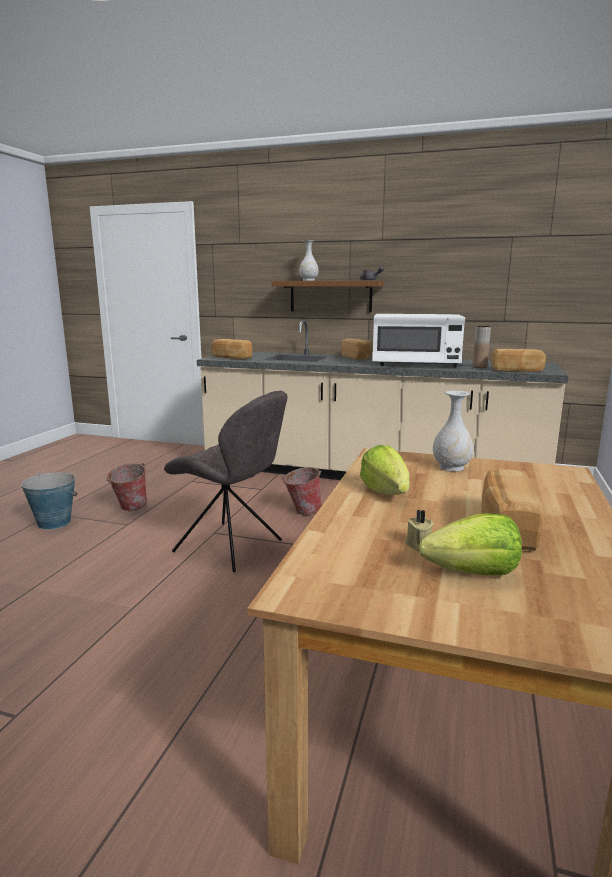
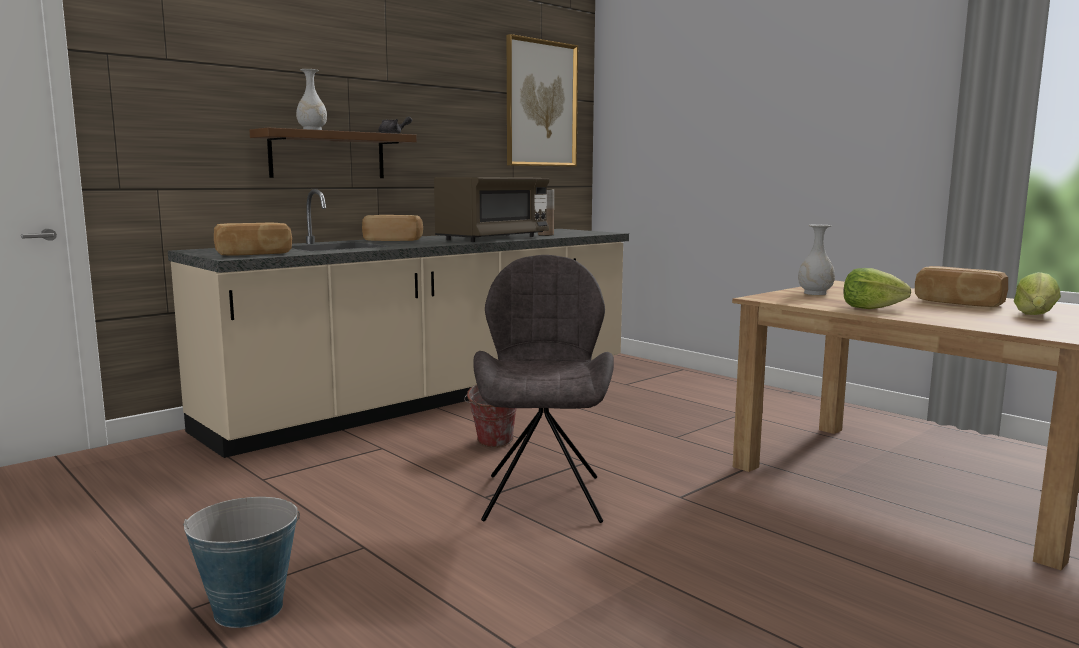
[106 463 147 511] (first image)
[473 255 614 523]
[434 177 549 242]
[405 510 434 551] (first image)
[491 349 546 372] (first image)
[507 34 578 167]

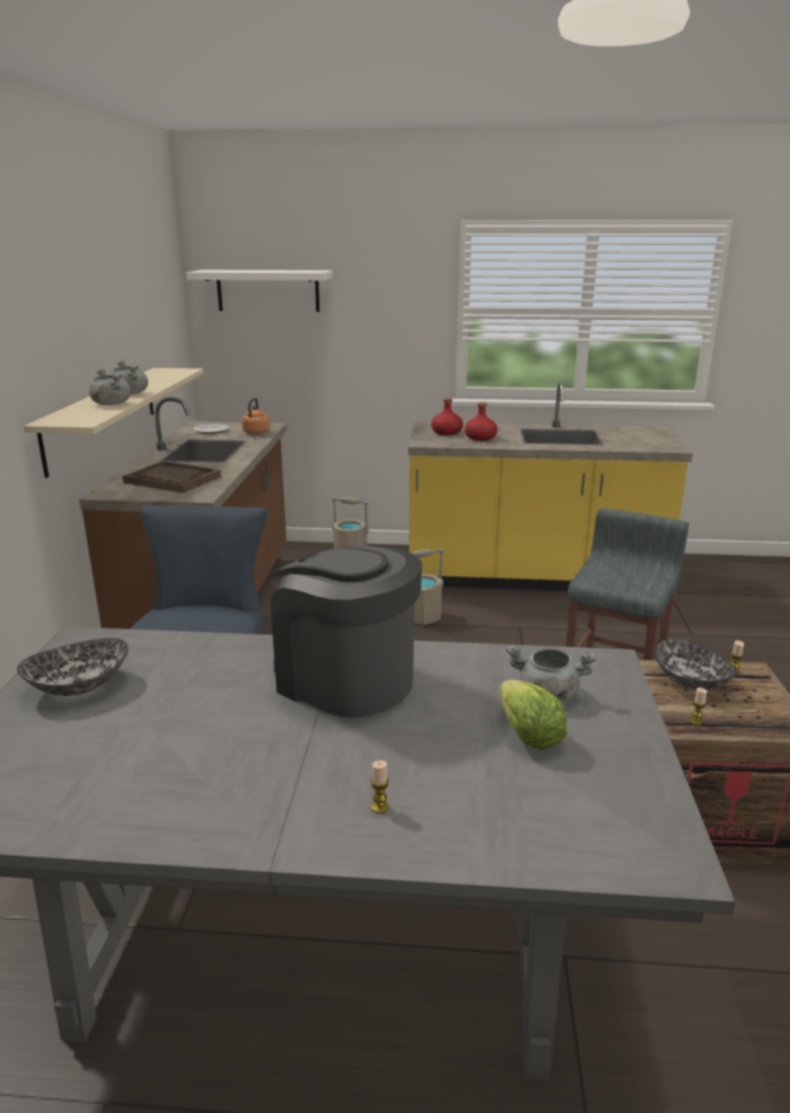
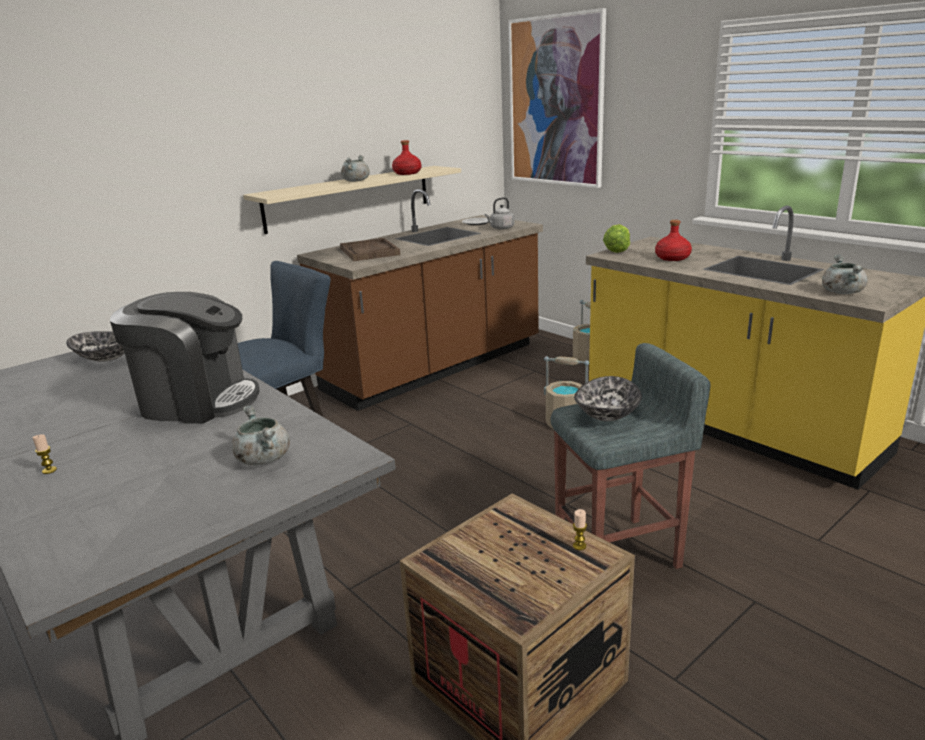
[822 255 867 294]
[508 8 606 188]
[485 197 515 230]
[110 292 260 424]
[392 140 421 175]
[603 224 630 253]
[574 376 642 421]
[690 687 707 725] (first image)

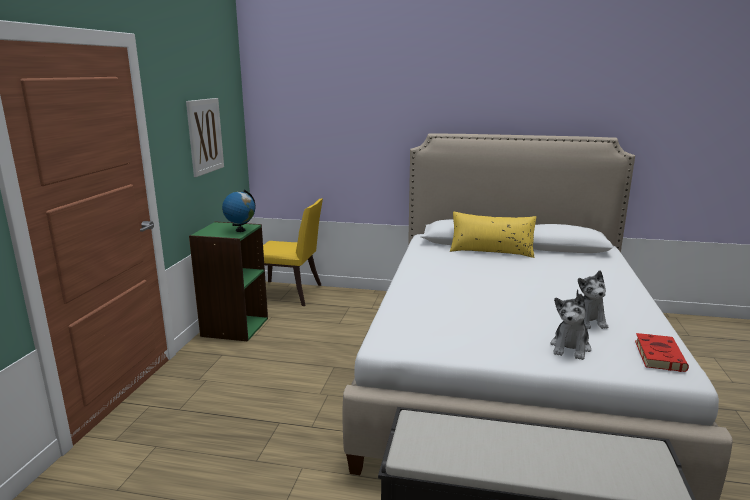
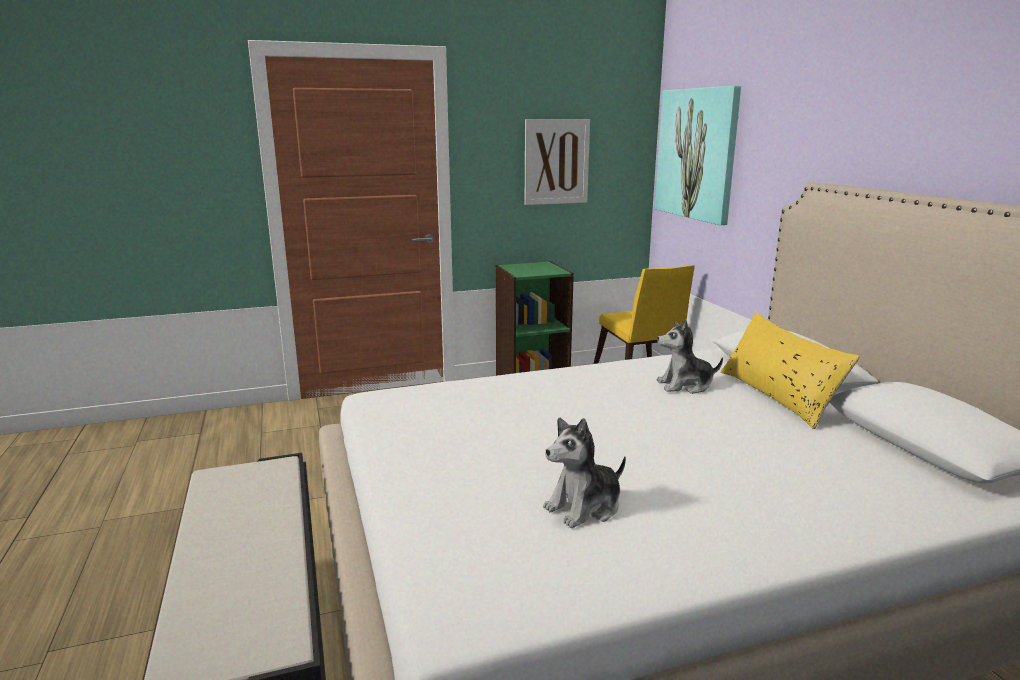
[222 190 256 232] (first image)
[657 319 723 394]
[635 333 689 372] (first image)
[655 85 741 225]

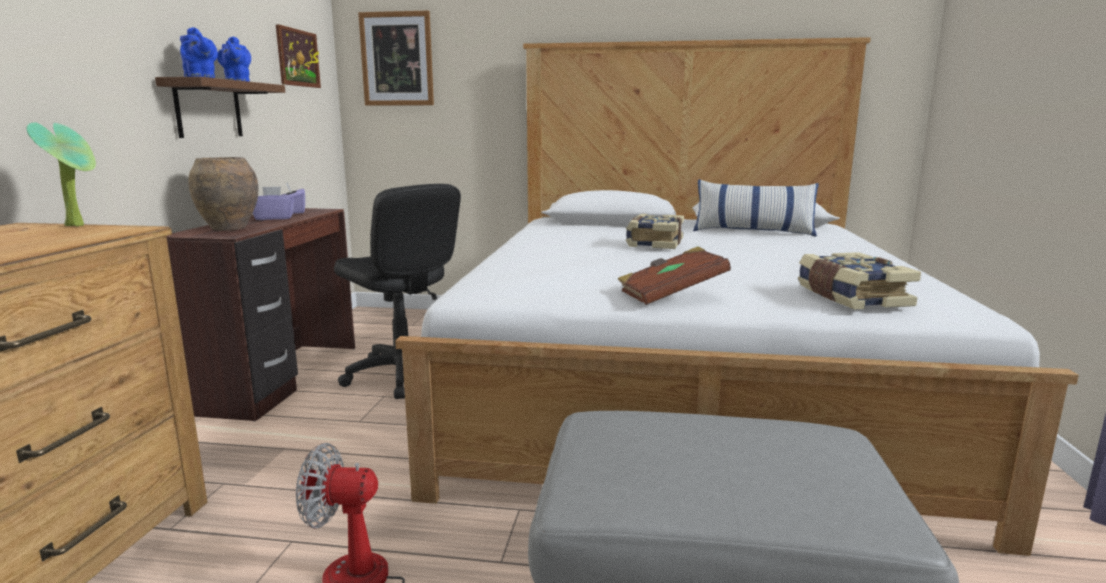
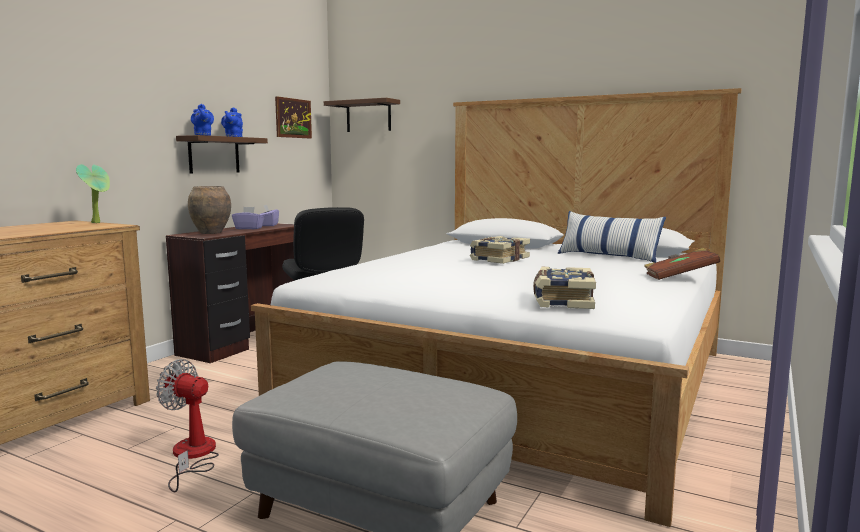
[324 98 400 132]
[644 248 720 280]

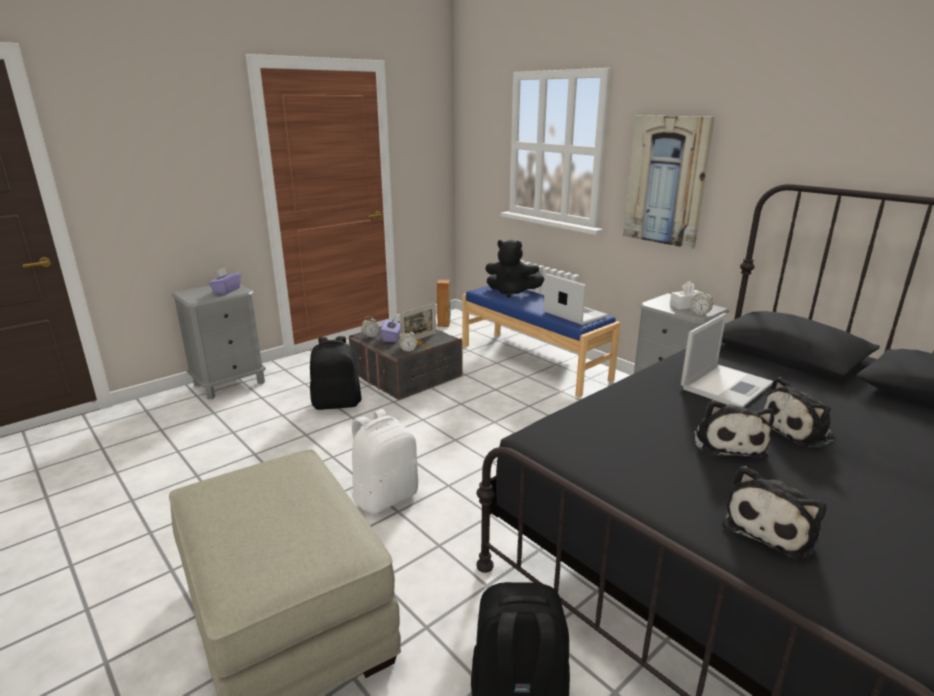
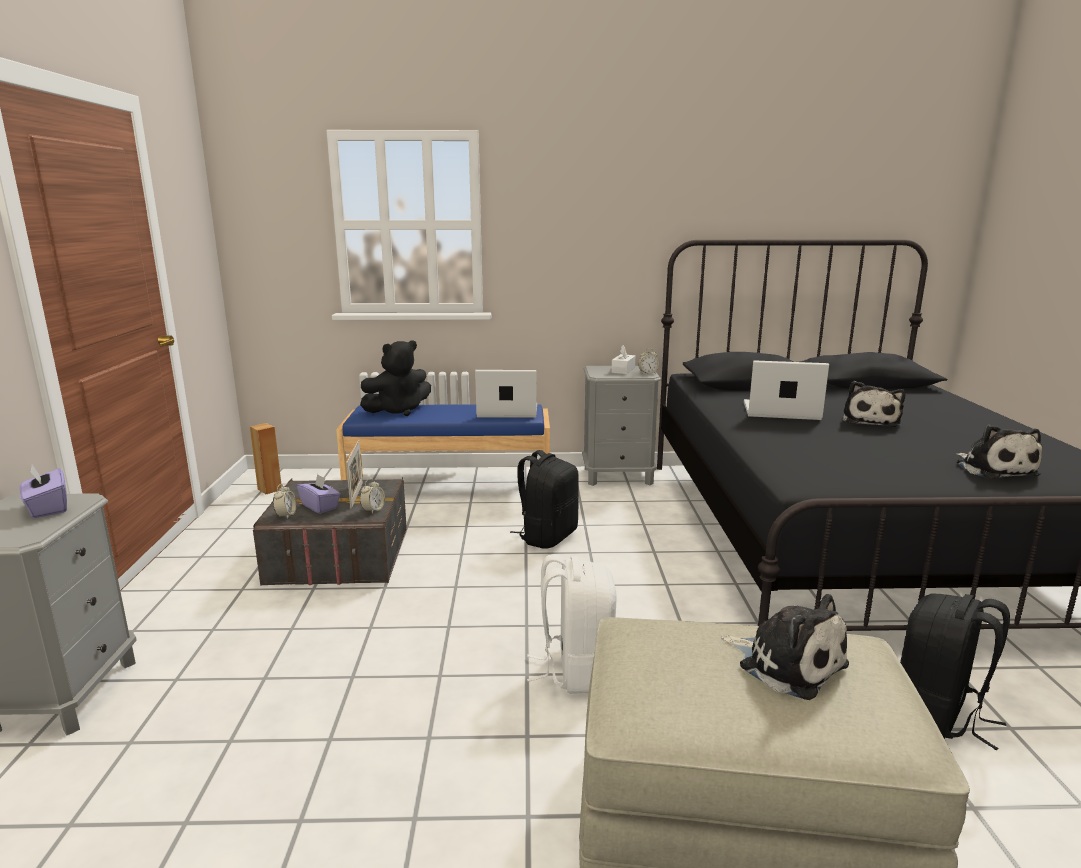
[510 450 579 549]
[623 115 715 249] (first image)
[744 360 829 420]
[721 594 849 700]

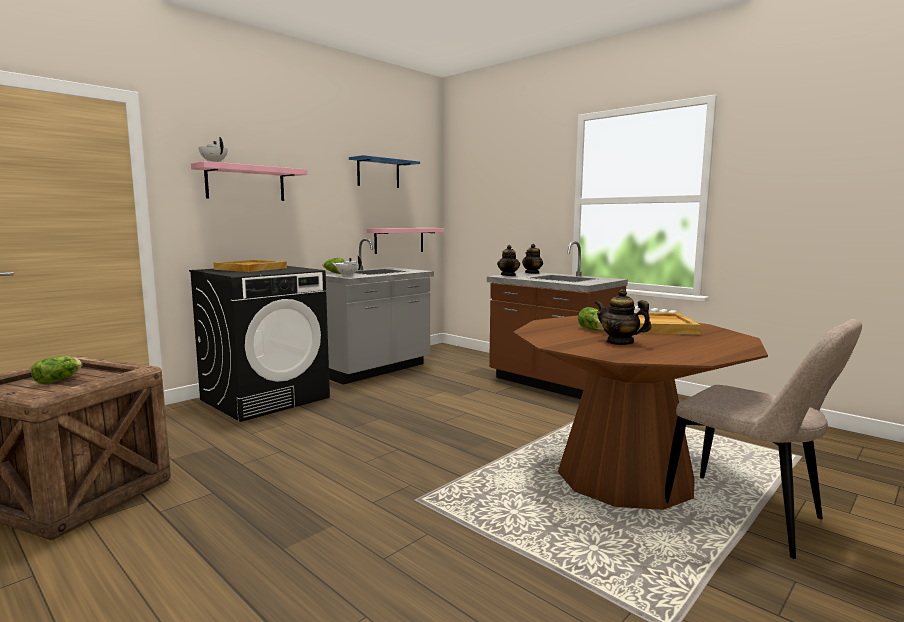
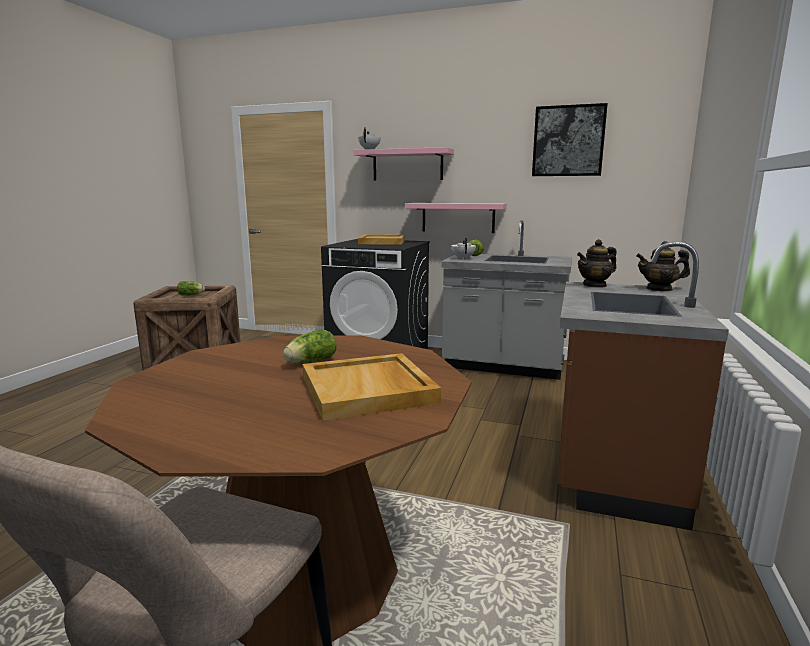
[532 103 608 176]
[405 203 507 233]
[595 289 651 345] (first image)

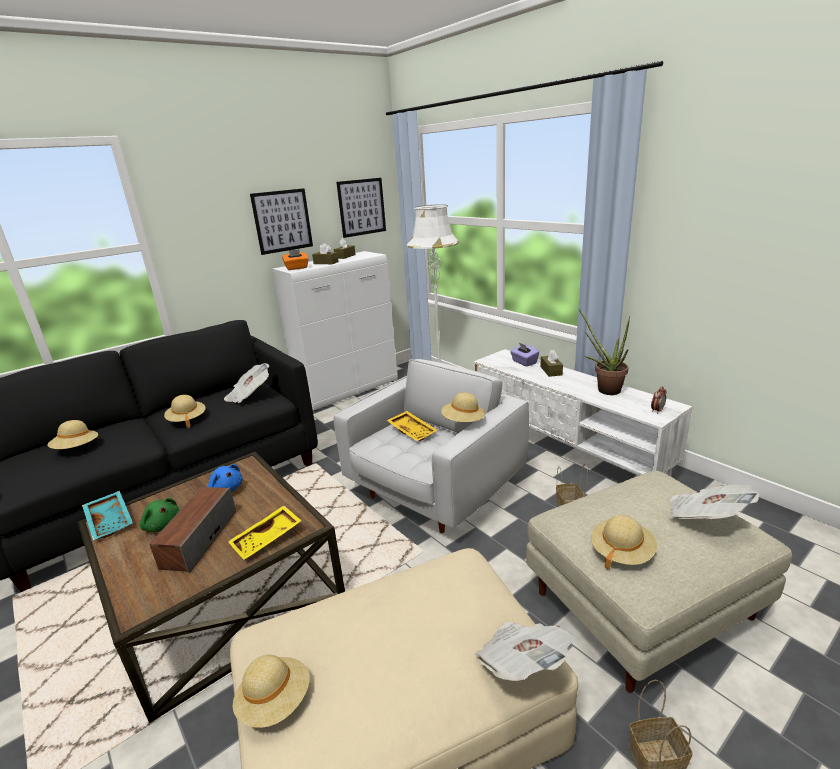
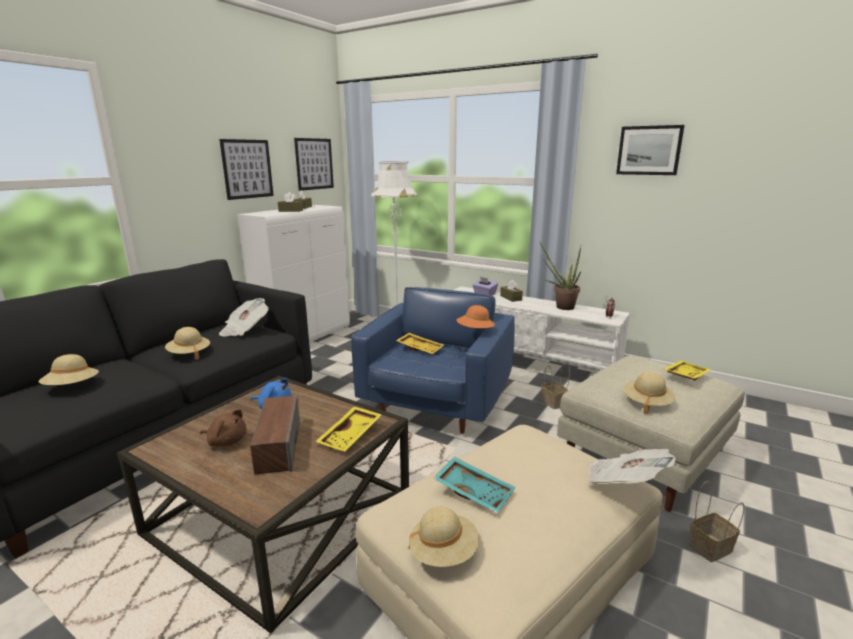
[433 457 516 513]
[200 409 246 446]
[282 249 309 270] (first image)
[351 287 515 434]
[456 305 495 328]
[663 360 711 381]
[616 125 684 175]

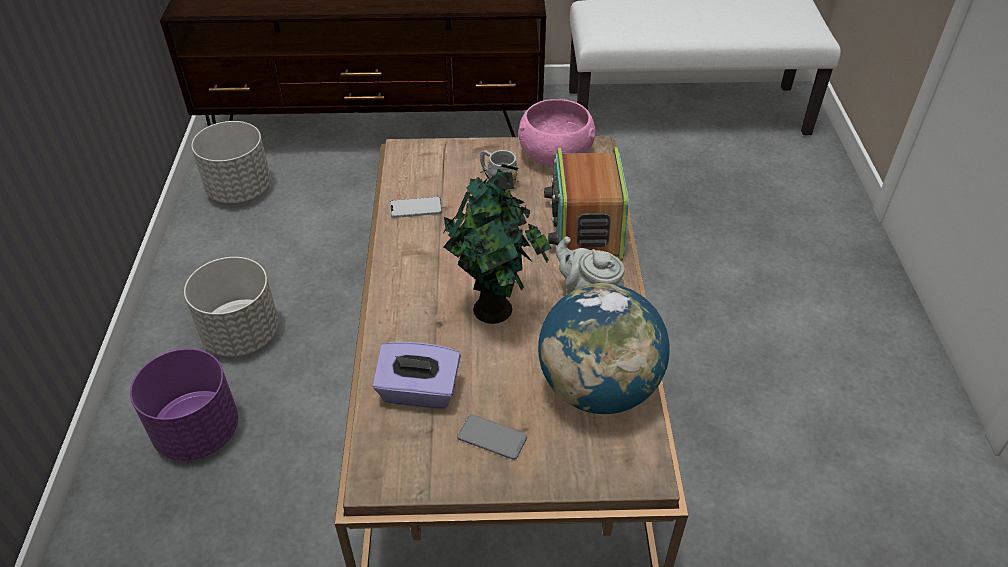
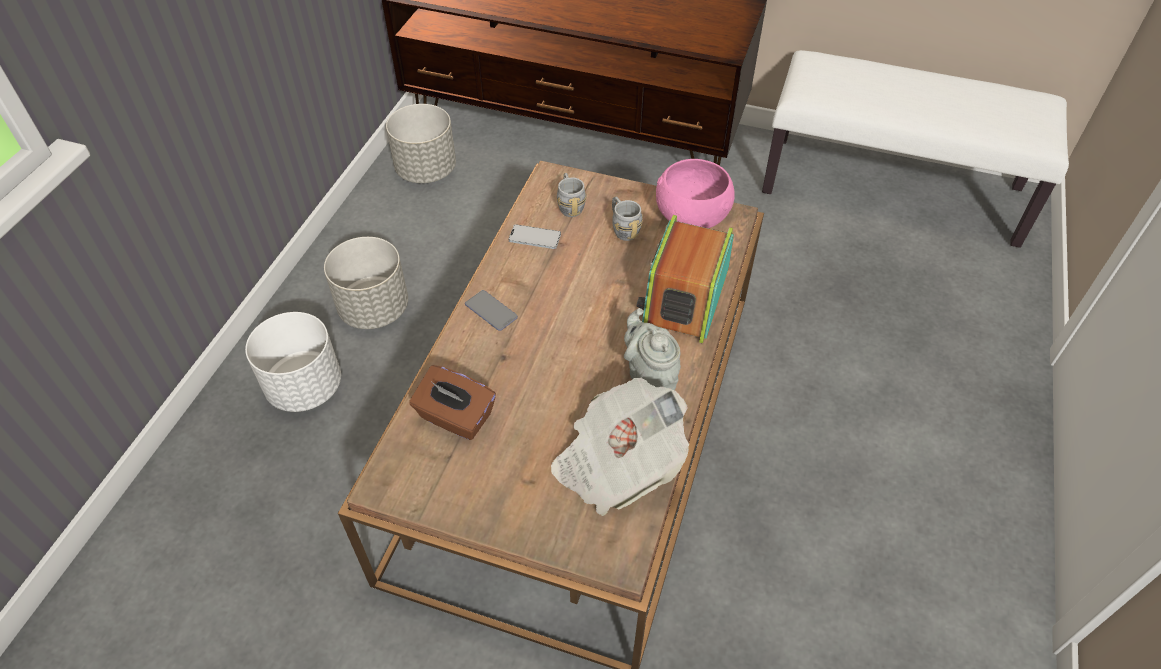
[245 312 341 412]
[409 365 496 440]
[443 164 551 324] (first image)
[465 290 518 331]
[551 377 689 516]
[557 173 586 217]

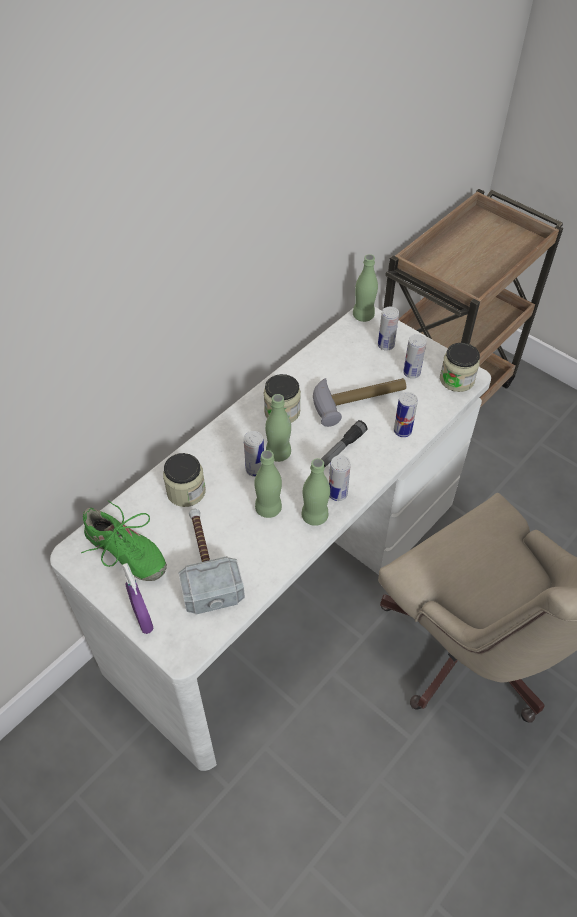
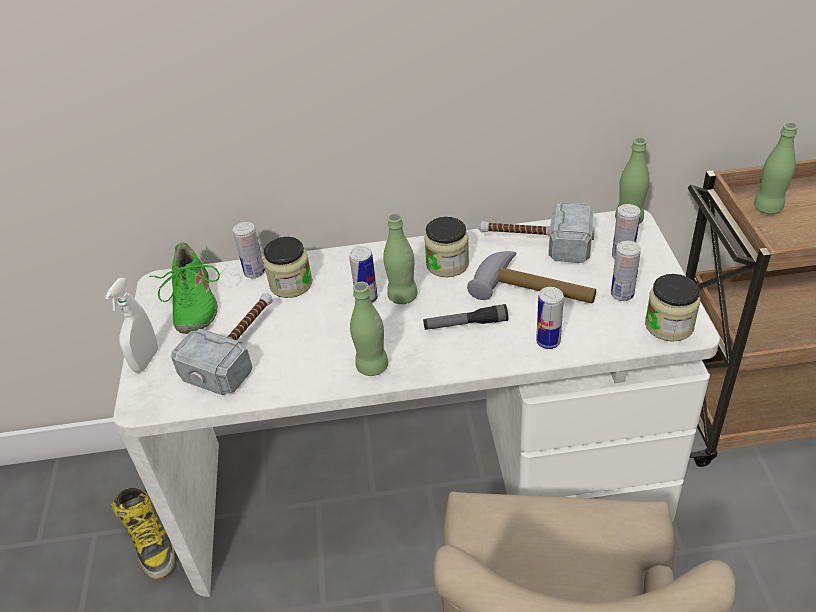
[105 278 158 373]
[754 122 798 214]
[233 222 265 278]
[111 488 175 579]
[479 203 595 263]

